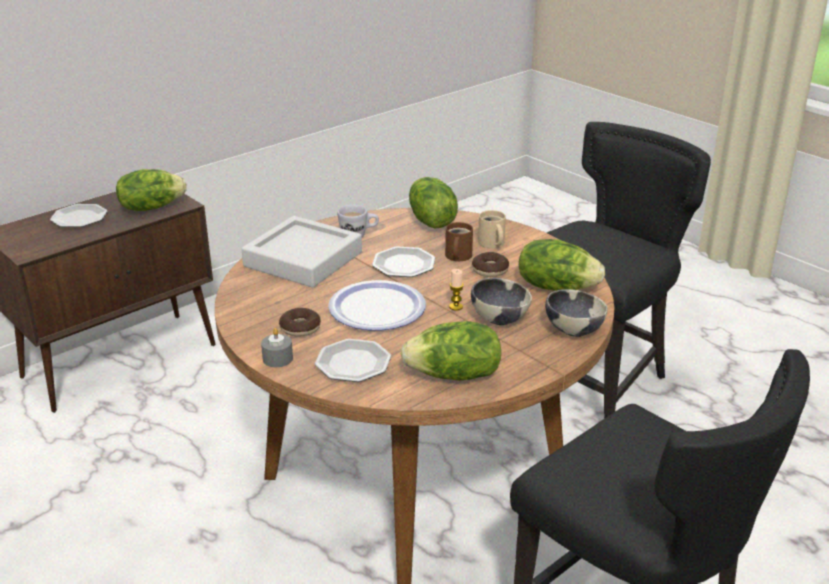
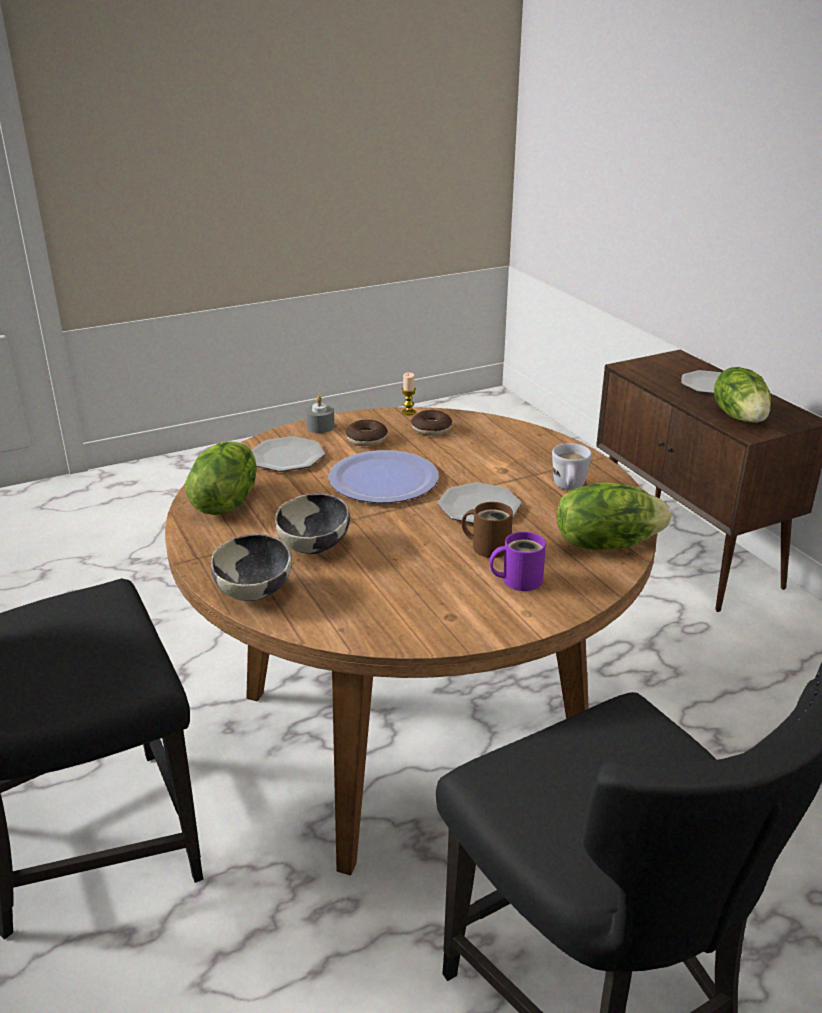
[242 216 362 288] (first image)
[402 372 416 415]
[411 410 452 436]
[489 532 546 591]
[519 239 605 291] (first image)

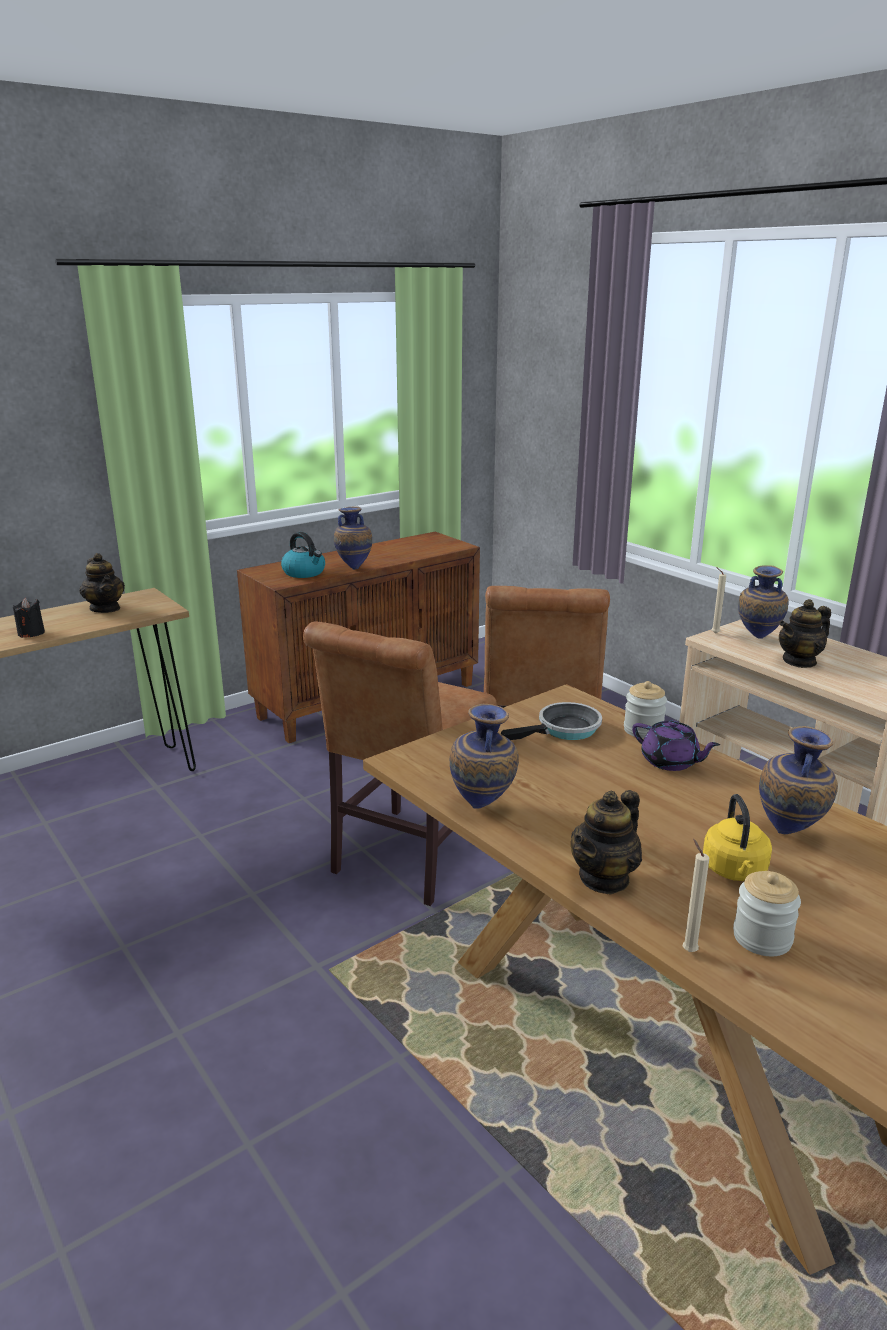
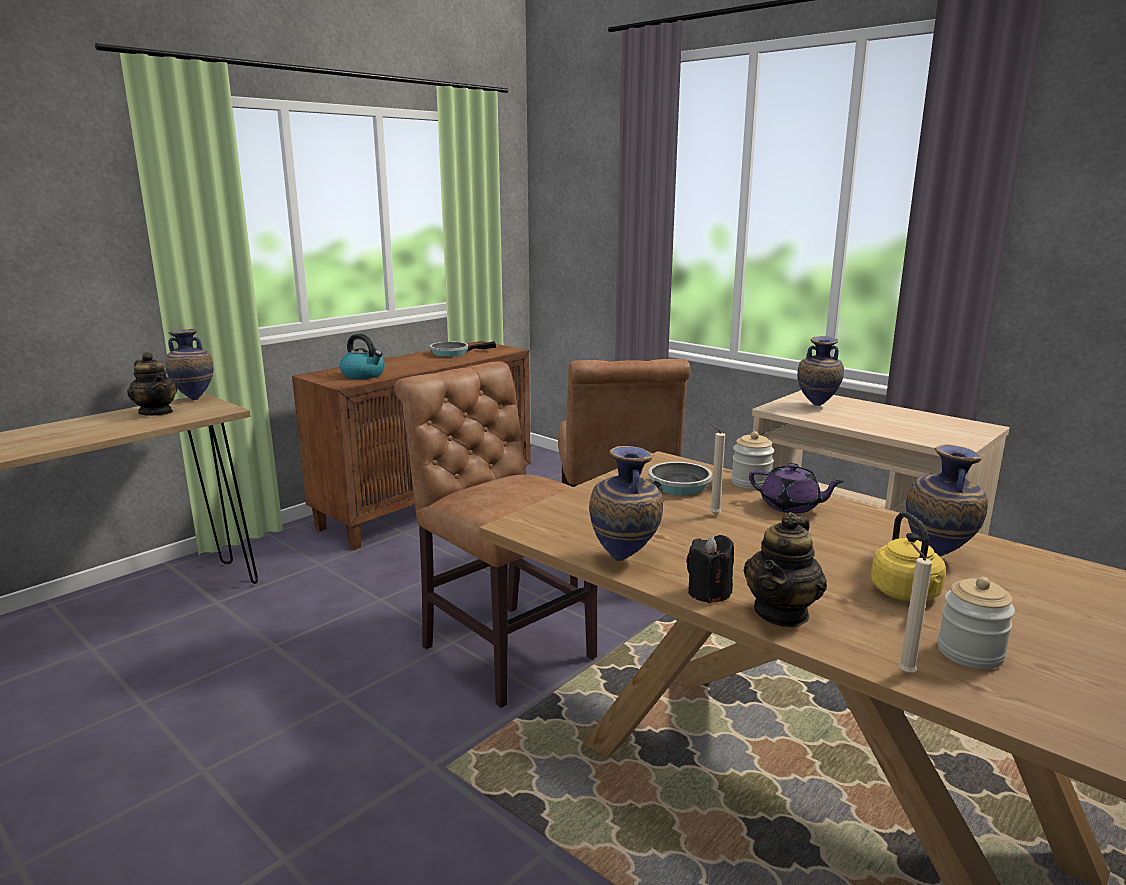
[686 535 734 603]
[394 361 597 708]
[165 329 213 400]
[710 424 725 515]
[779 599 831 668] (first image)
[430 341 496 357]

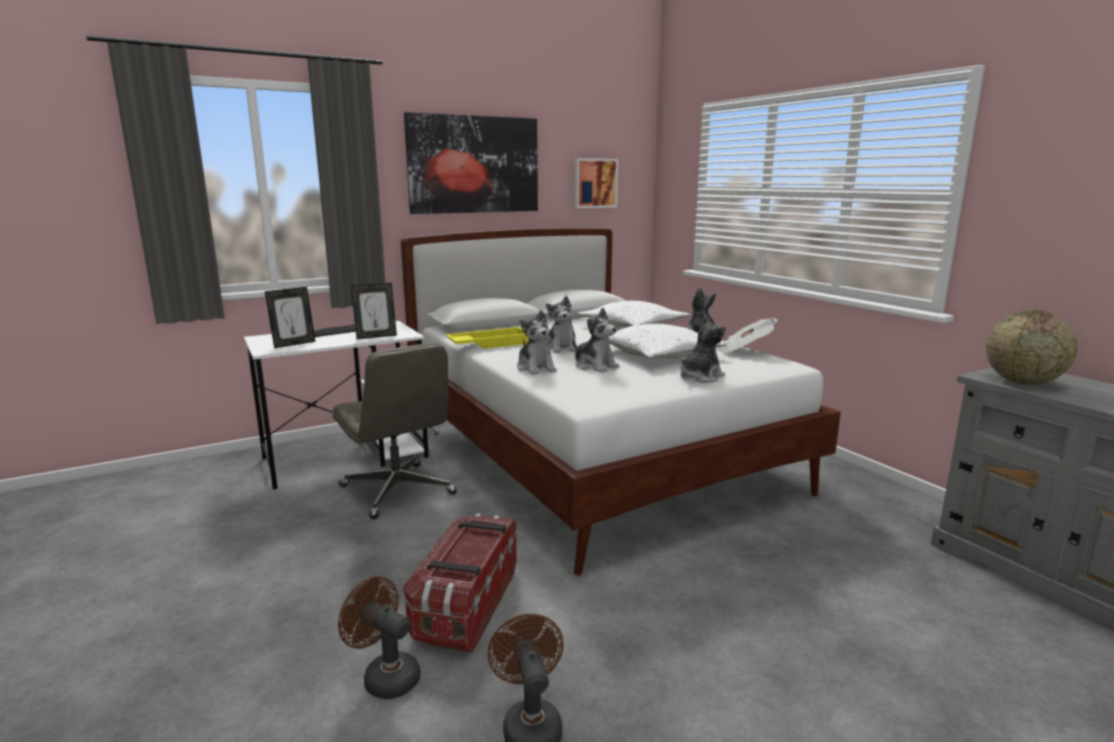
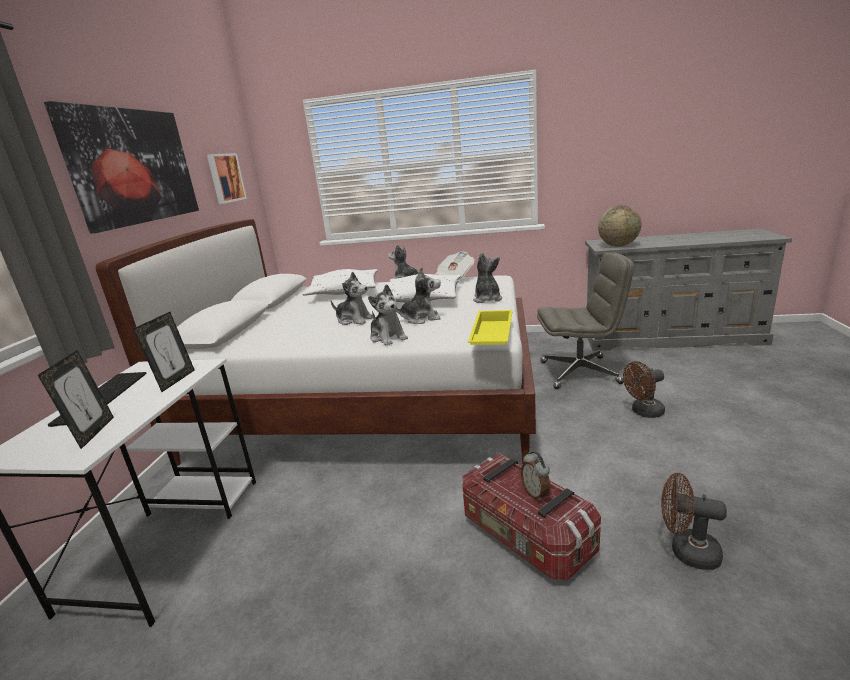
[537 252 634 389]
[623 361 665 418]
[468 310 513 345]
[368 284 408 346]
[521 451 550 502]

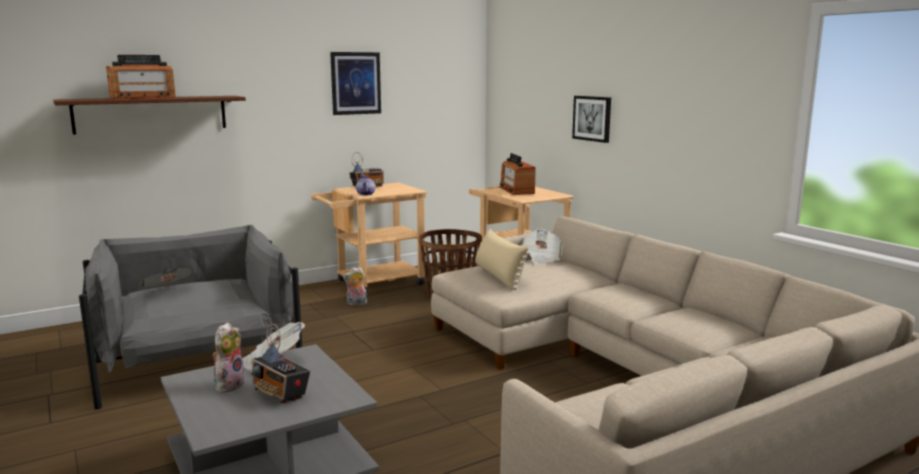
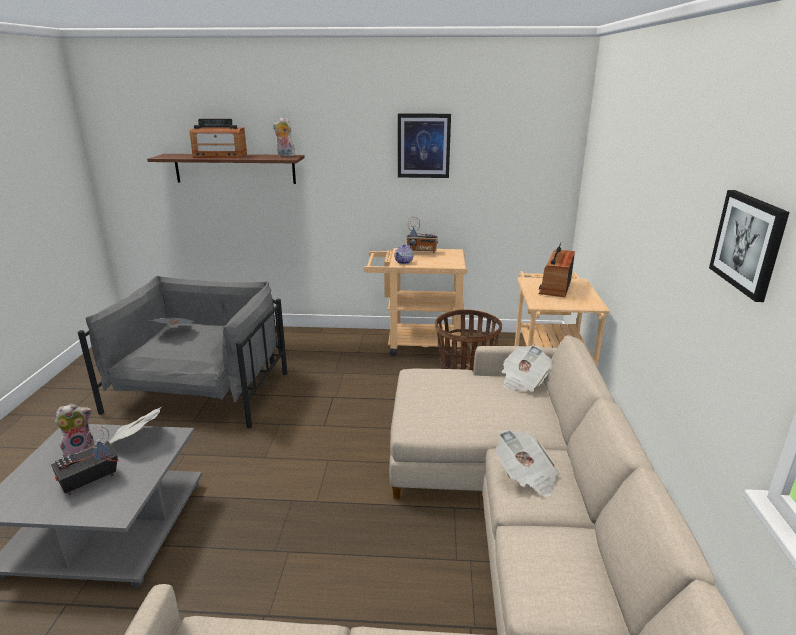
[51 426 119 495]
[273 118 295 157]
[475 228 530 290] (first image)
[709 190 790 302]
[496 429 559 497]

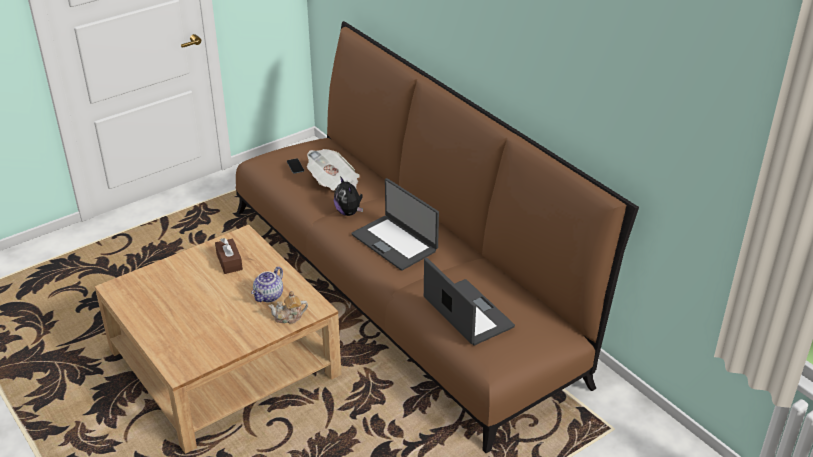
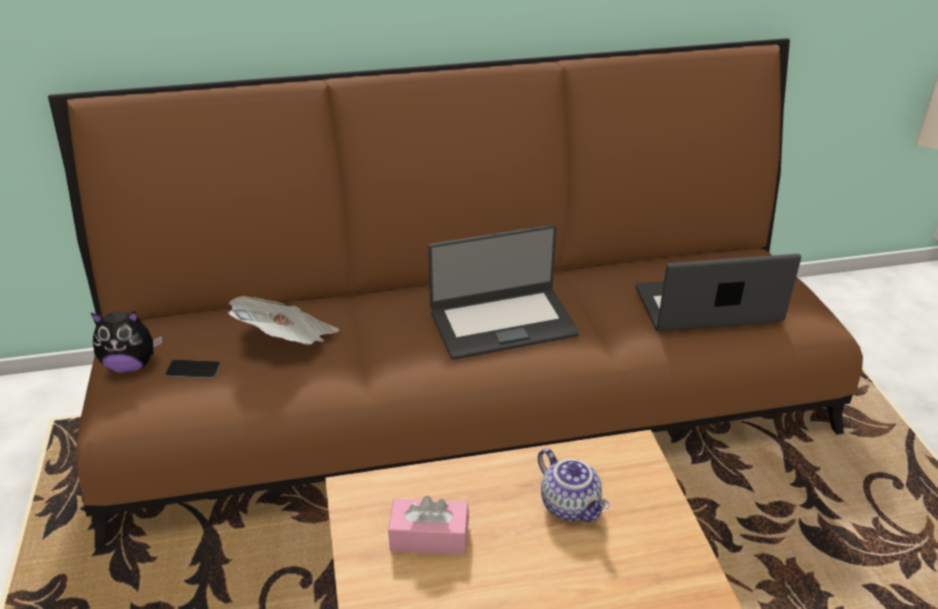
[388 496 469 555]
[269 291 308 324] (first image)
[91 311 162 373]

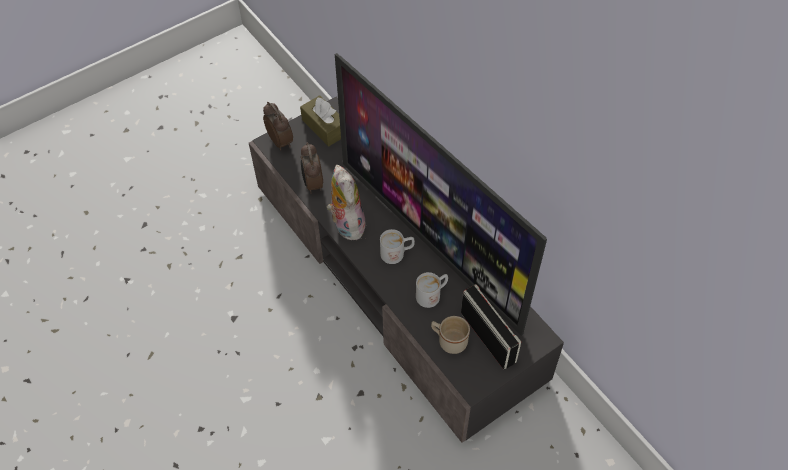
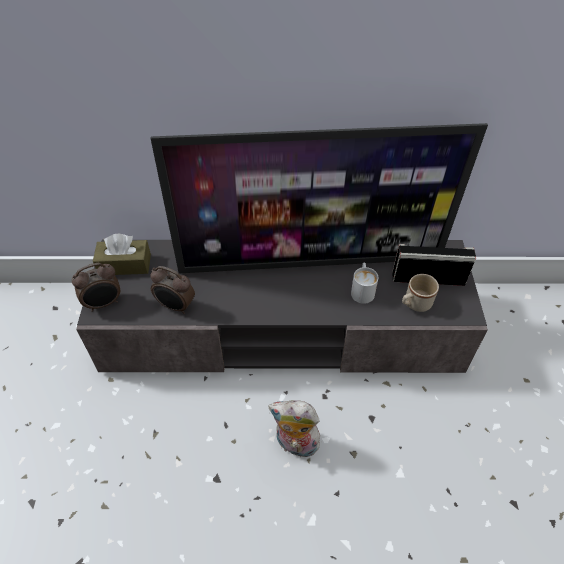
[72 263 120 312]
[268 400 320 457]
[380 229 415 264] (first image)

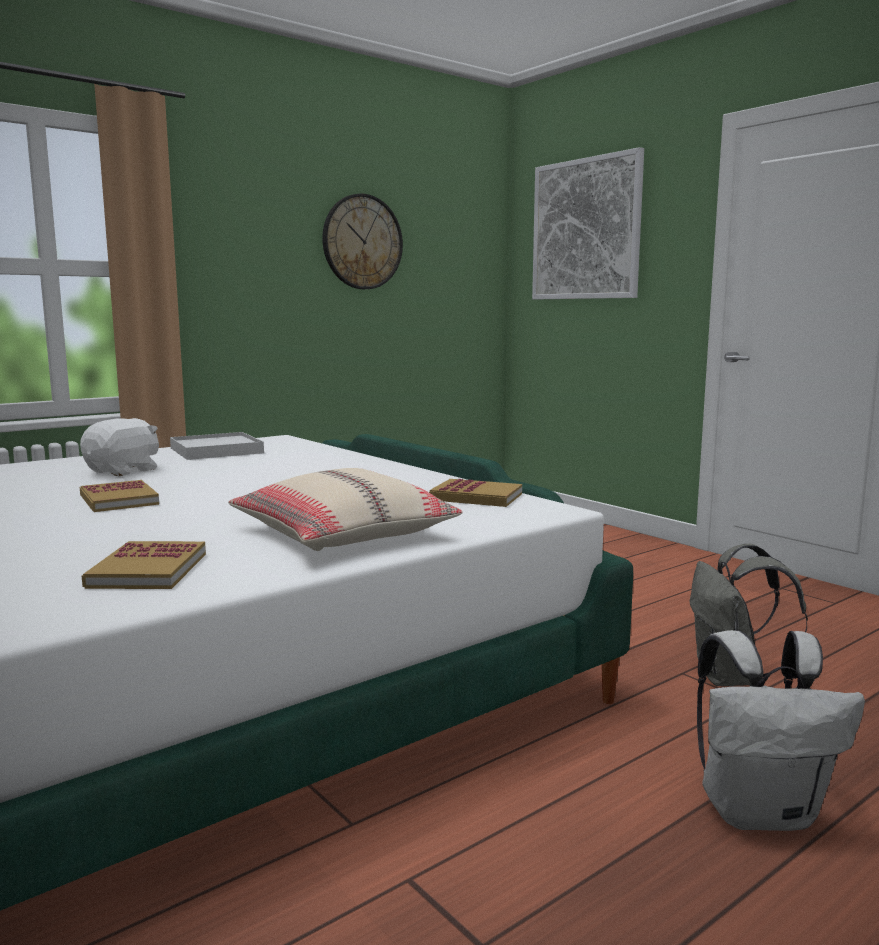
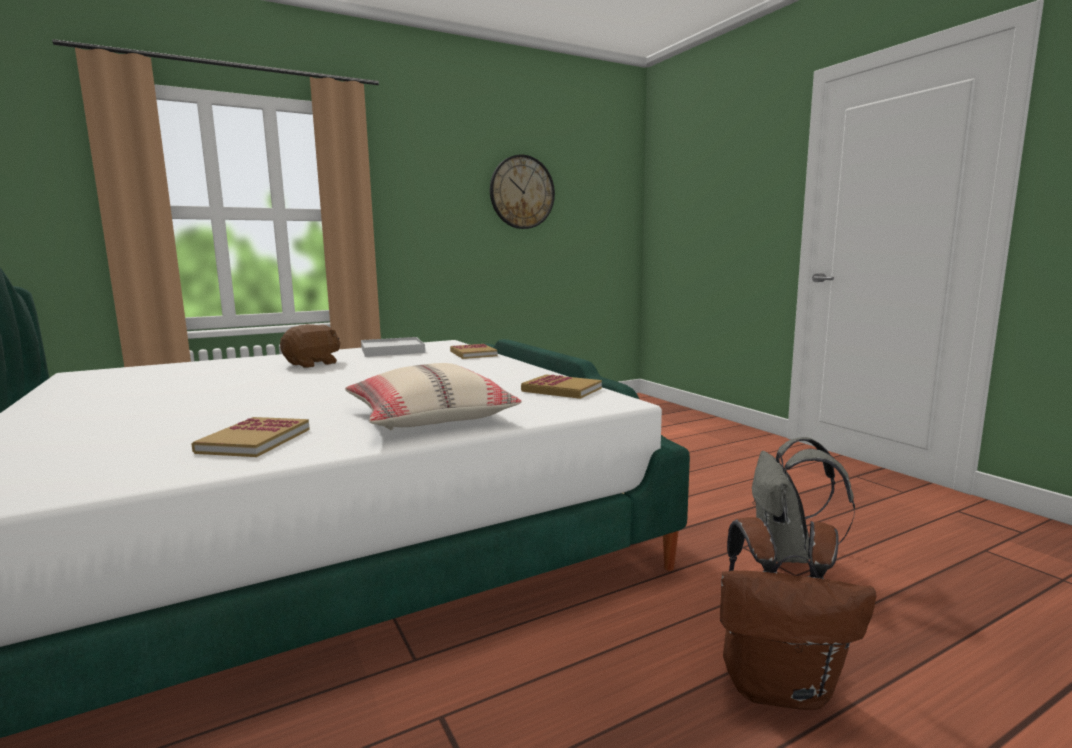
[280 324 340 368]
[450 344 497 359]
[532 147 644 299] (first image)
[720 517 876 710]

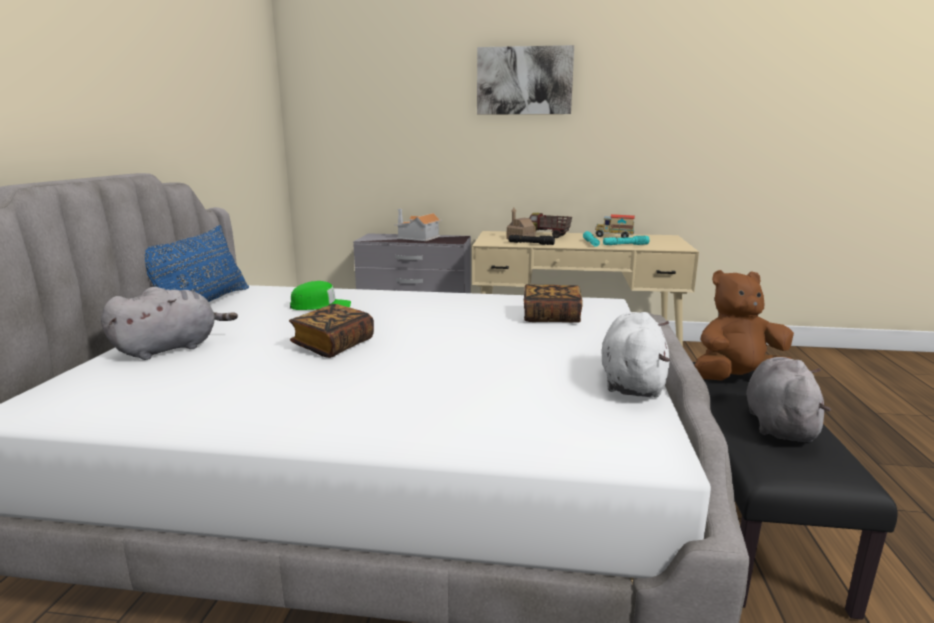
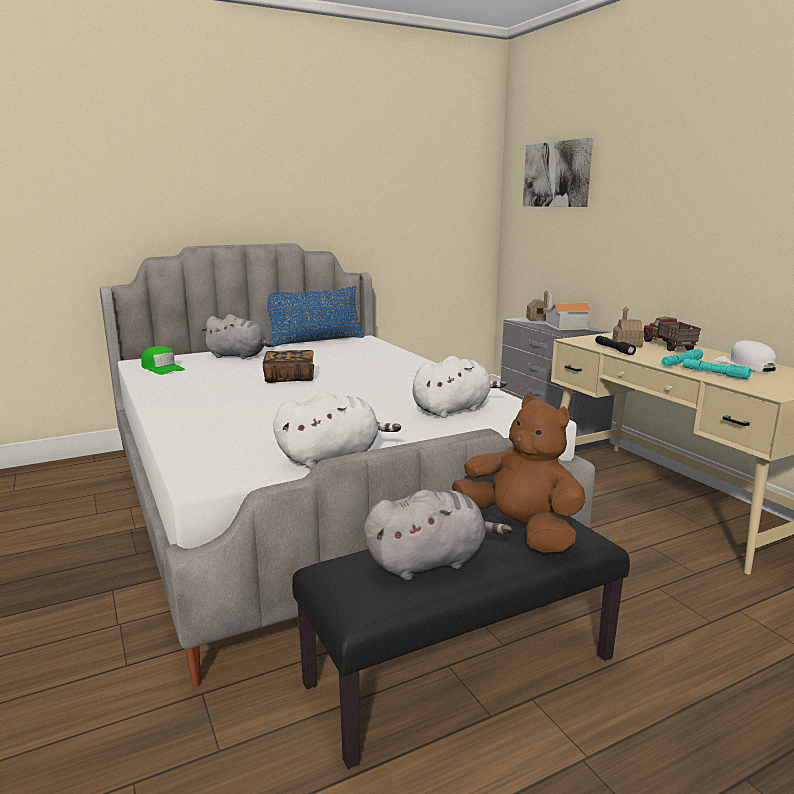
[141 346 185 375]
[523 138 593 207]
[412 356 507 418]
[714 340 776 372]
[526 290 549 321]

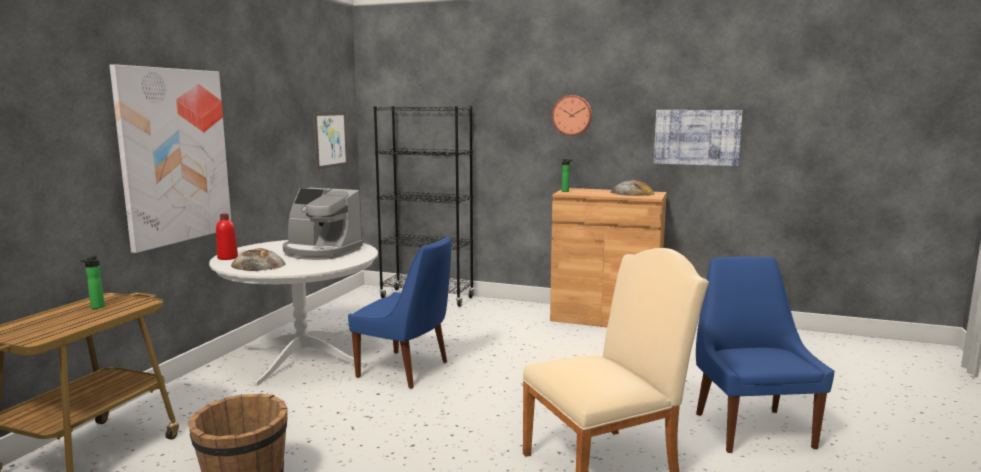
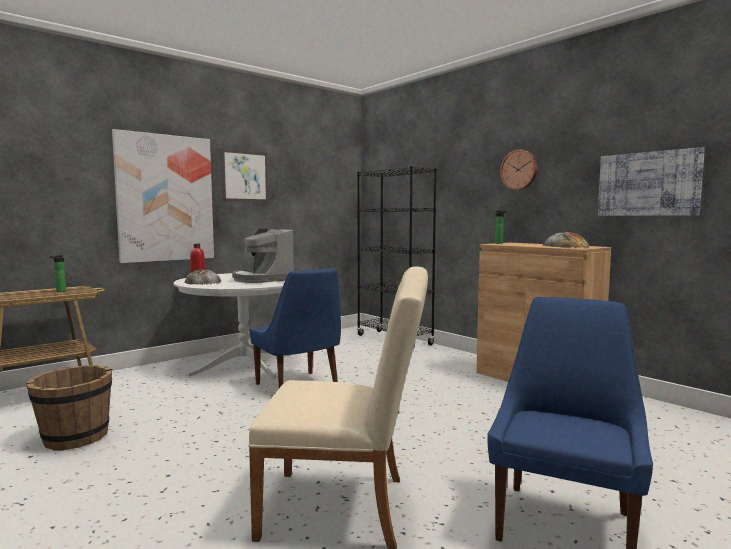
[221 148 269 202]

